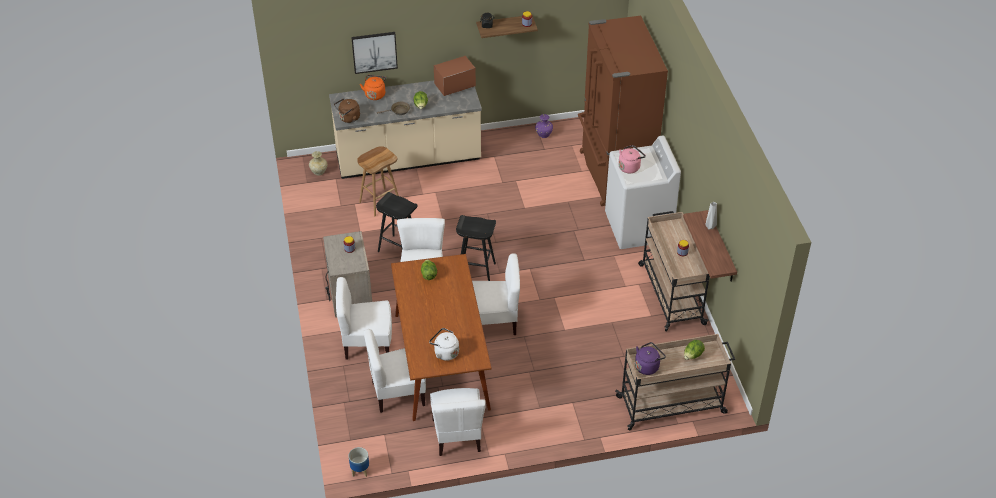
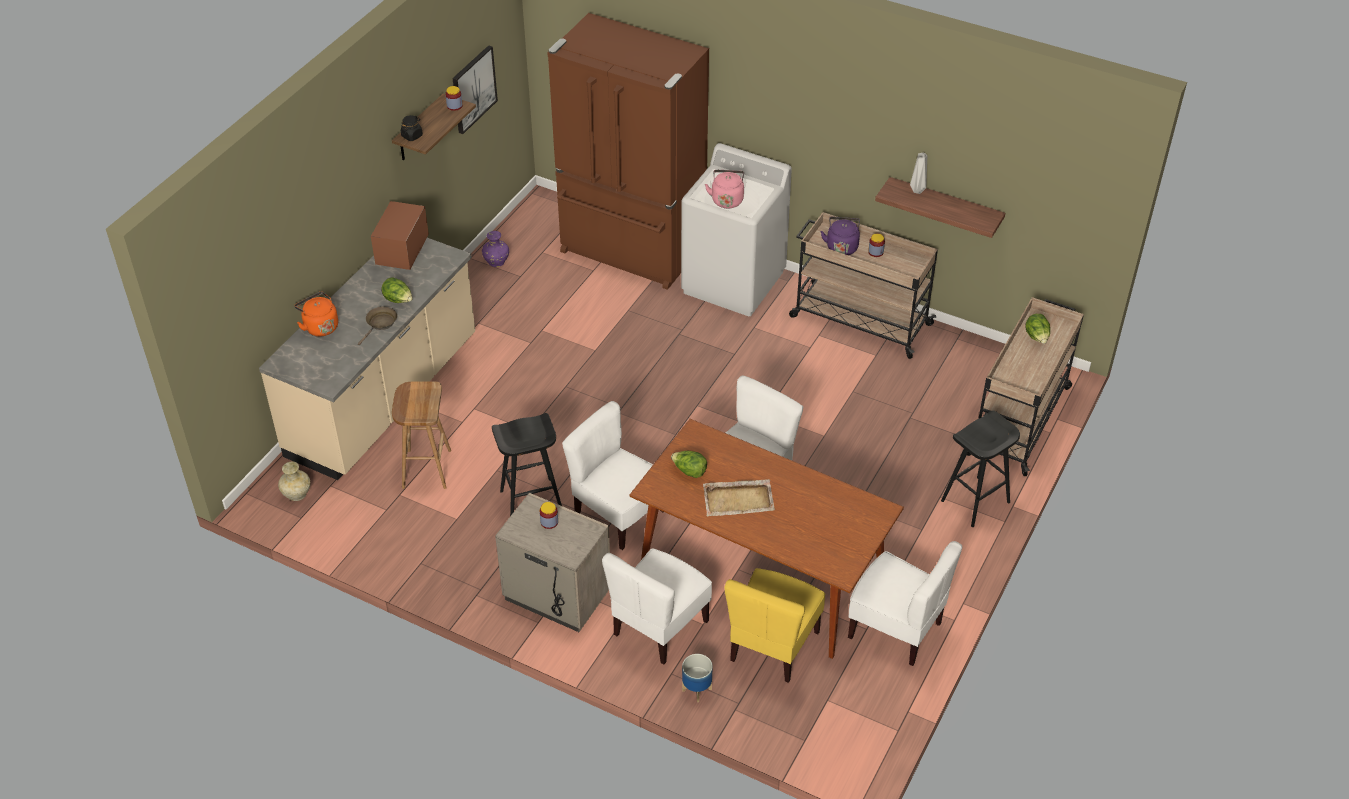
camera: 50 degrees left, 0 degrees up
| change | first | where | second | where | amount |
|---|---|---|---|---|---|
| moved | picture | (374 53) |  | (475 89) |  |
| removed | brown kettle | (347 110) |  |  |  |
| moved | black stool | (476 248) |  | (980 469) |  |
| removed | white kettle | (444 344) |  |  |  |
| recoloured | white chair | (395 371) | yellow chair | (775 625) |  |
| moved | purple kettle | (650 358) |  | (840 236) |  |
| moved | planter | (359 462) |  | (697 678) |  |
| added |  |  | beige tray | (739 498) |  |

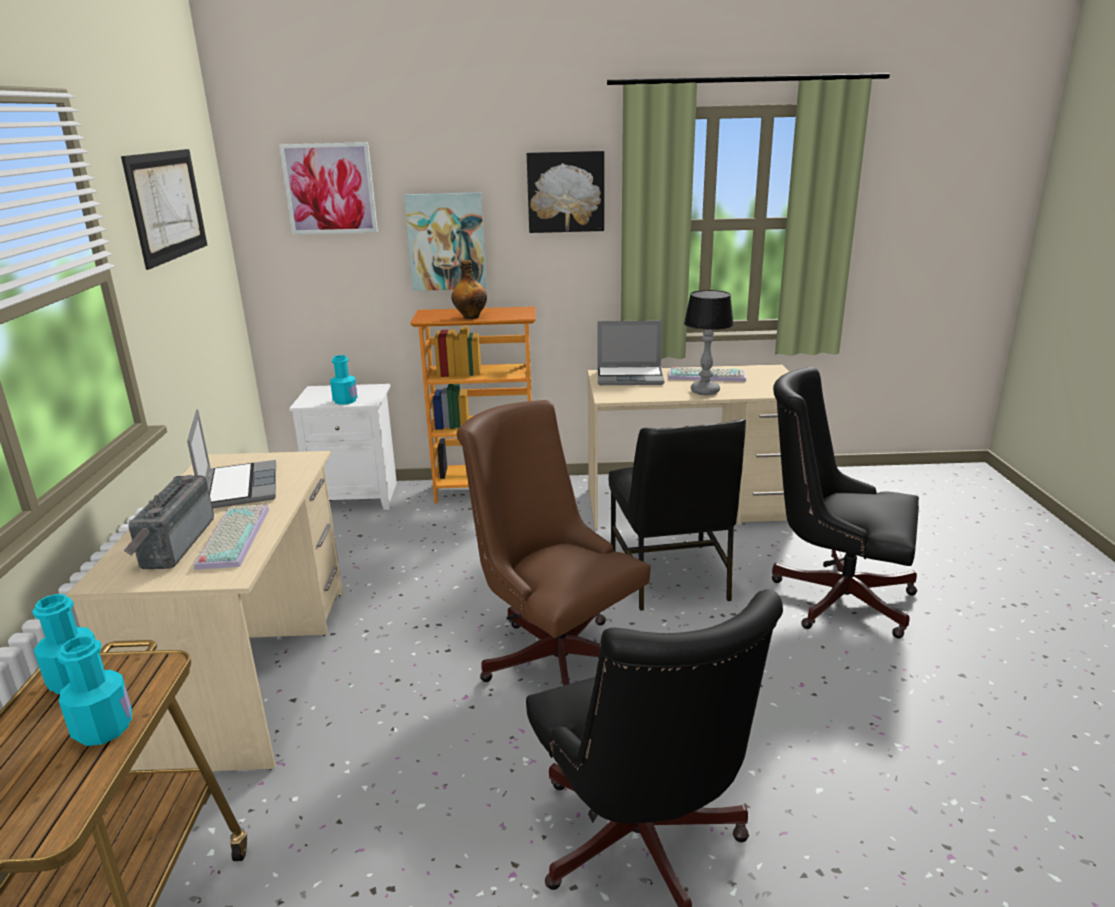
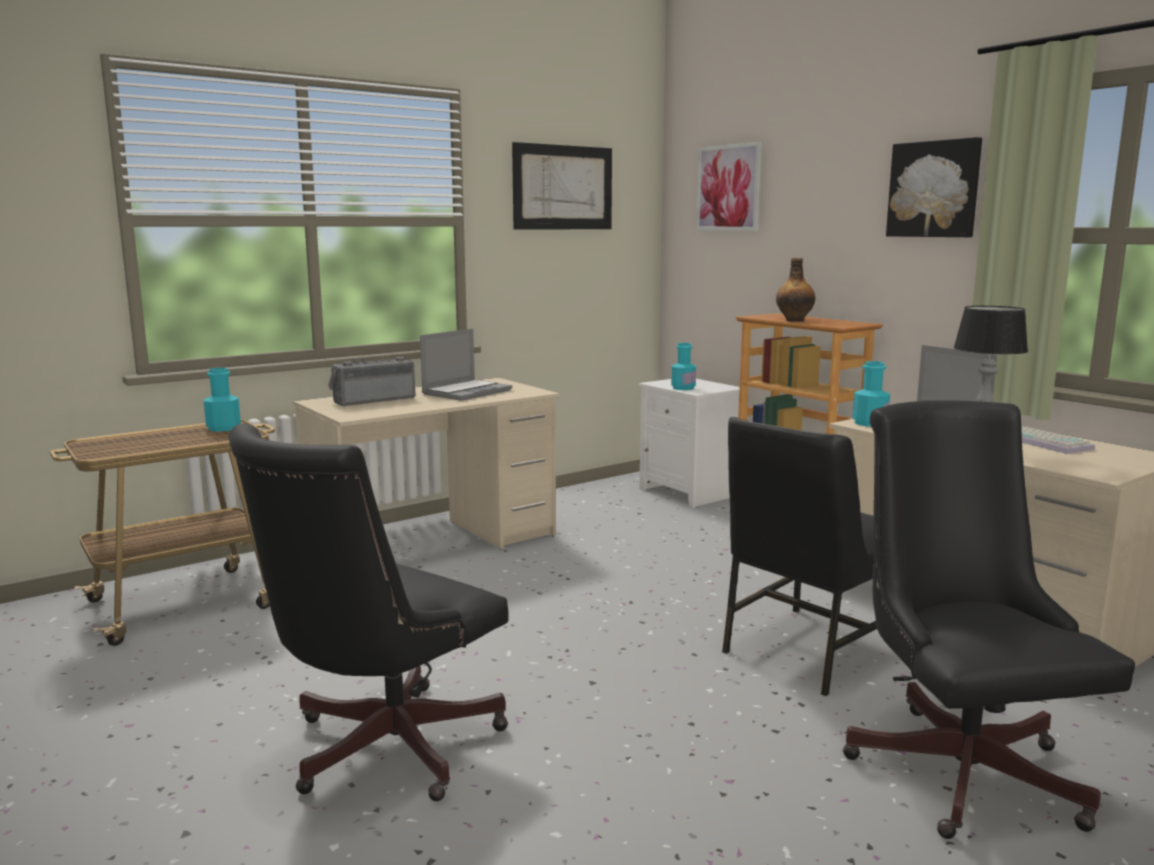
camera: 55 degrees right, 10 degrees down
| change | first | where | second | where | amount |
|---|---|---|---|---|---|
| removed | picture | (445 241) |  |  |  |
| removed | brown office chair | (553 543) |  |  |  |
| removed | keyboard | (231 537) |  |  |  |
| moved | turquoise bottle | (94 691) |  | (871 394) |  |

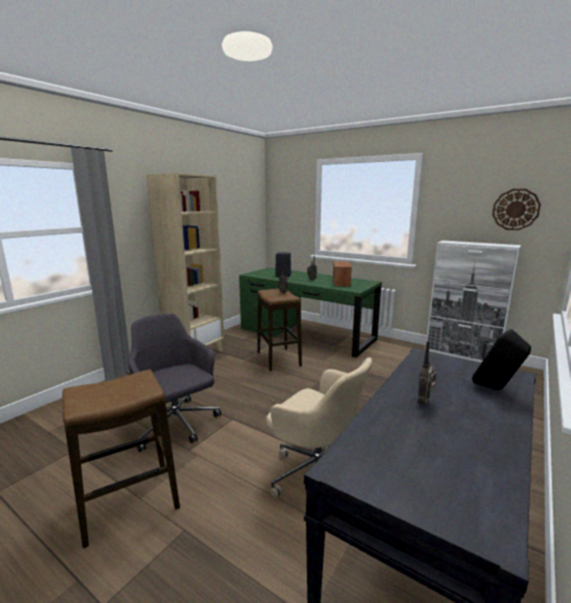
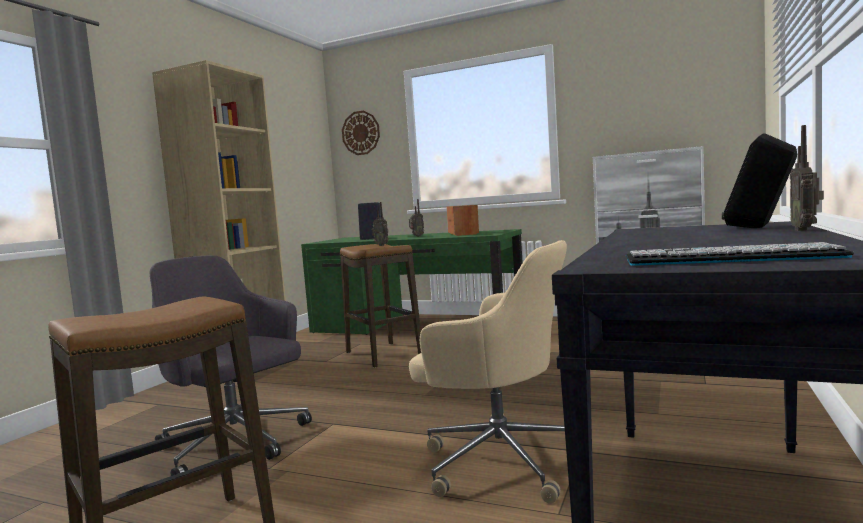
camera: 10 degrees left, 10 degrees down
| change | first | where | second | where | amount |
|---|---|---|---|---|---|
| moved | wall clock | (516 209) |  | (361 132) |  |
| moved | radio | (427 372) |  | (807 178) |  |
| added |  |  | keyboard | (740 254) |  |

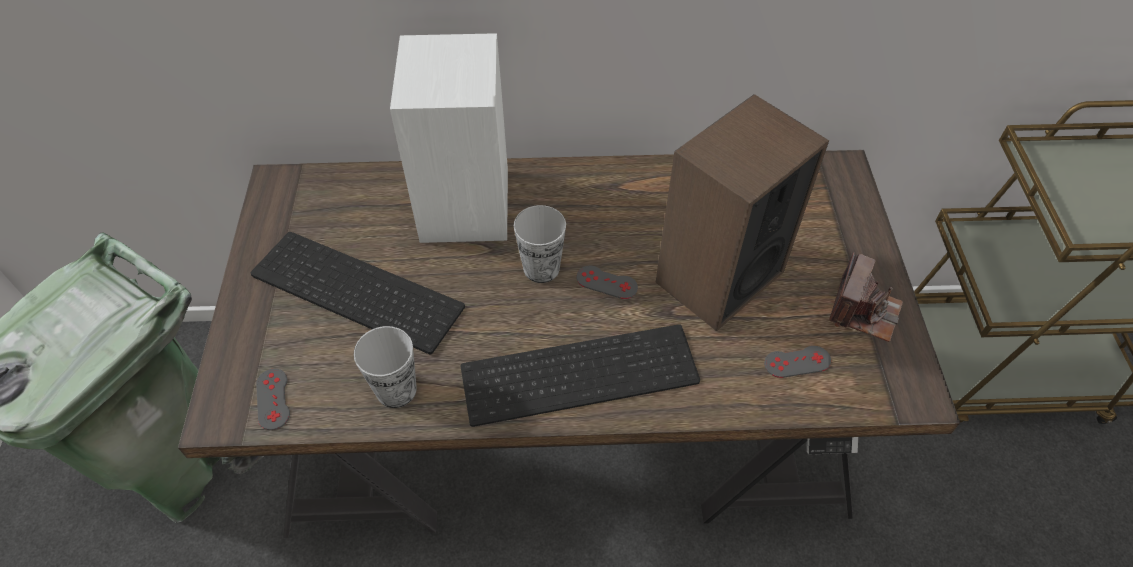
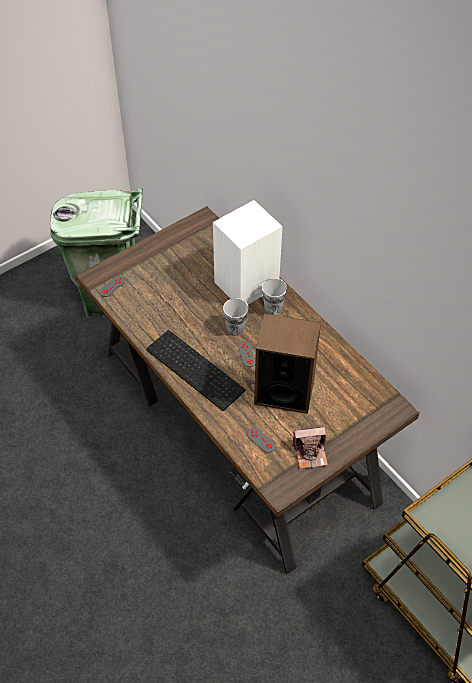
camera: 55 degrees right, 0 degrees up
| change | first | where | second | where | amount |
|---|---|---|---|---|---|
| removed | keyboard | (357 293) |  |  |  |
| moved | cup | (385 367) |  | (274 296) |  |

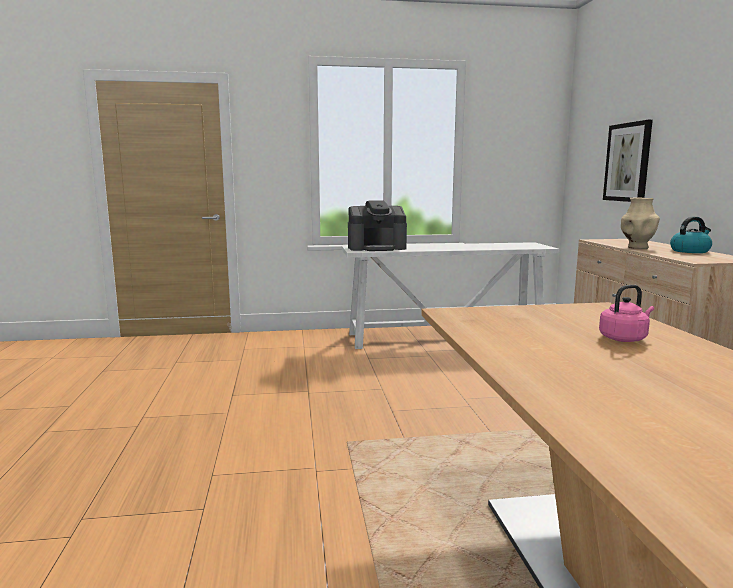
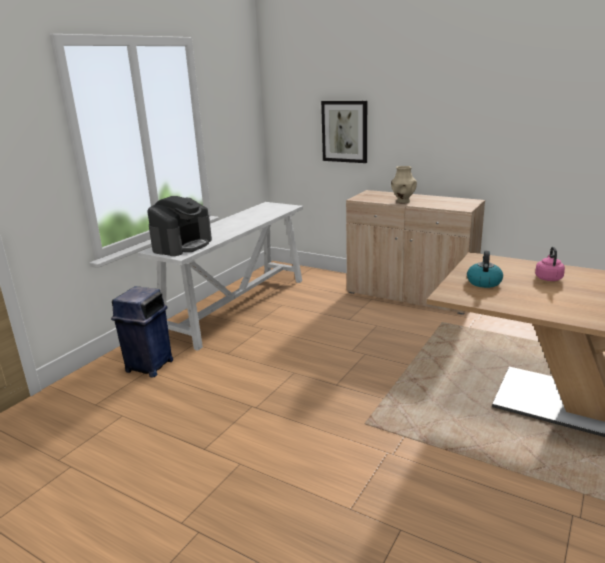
camera: 50 degrees left, 10 degrees up
| change | first | where | second | where | amount |
|---|---|---|---|---|---|
| moved | kettle | (691 235) |  | (485 269) |  |
| added |  |  | blue trash can | (142 331) |  |

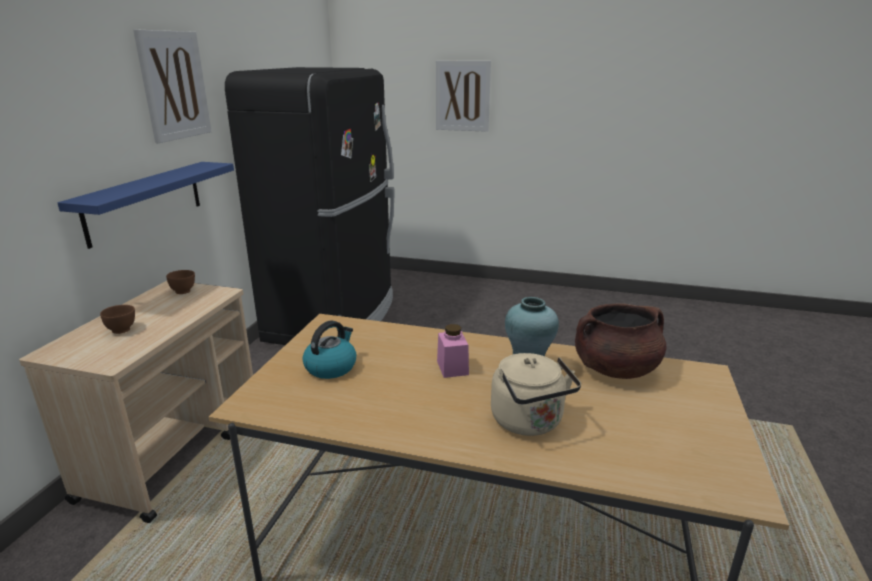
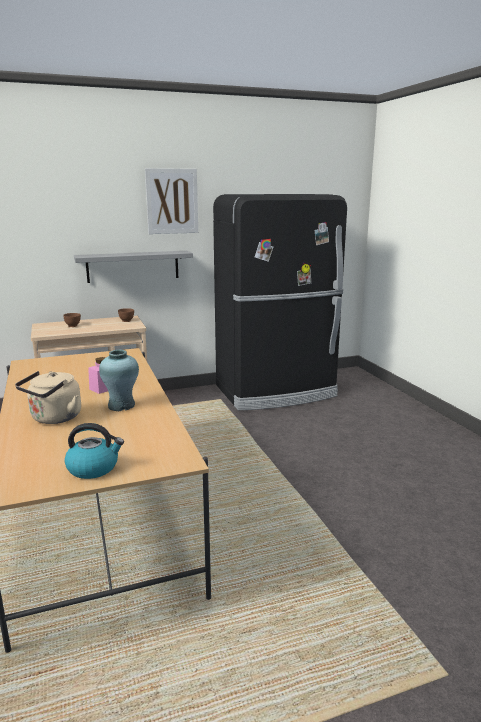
camera: 55 degrees right, 5 degrees down
| change | first | where | second | where | amount |
|---|---|---|---|---|---|
| removed | picture | (463 96) |  |  |  |
| recoloured | blue shelf | (145 205) | grey shelf | (133 267) |  |
| removed | brown cooking pot | (620 341) |  |  |  |
| moved | kettle | (329 350) |  | (94 451) |  |

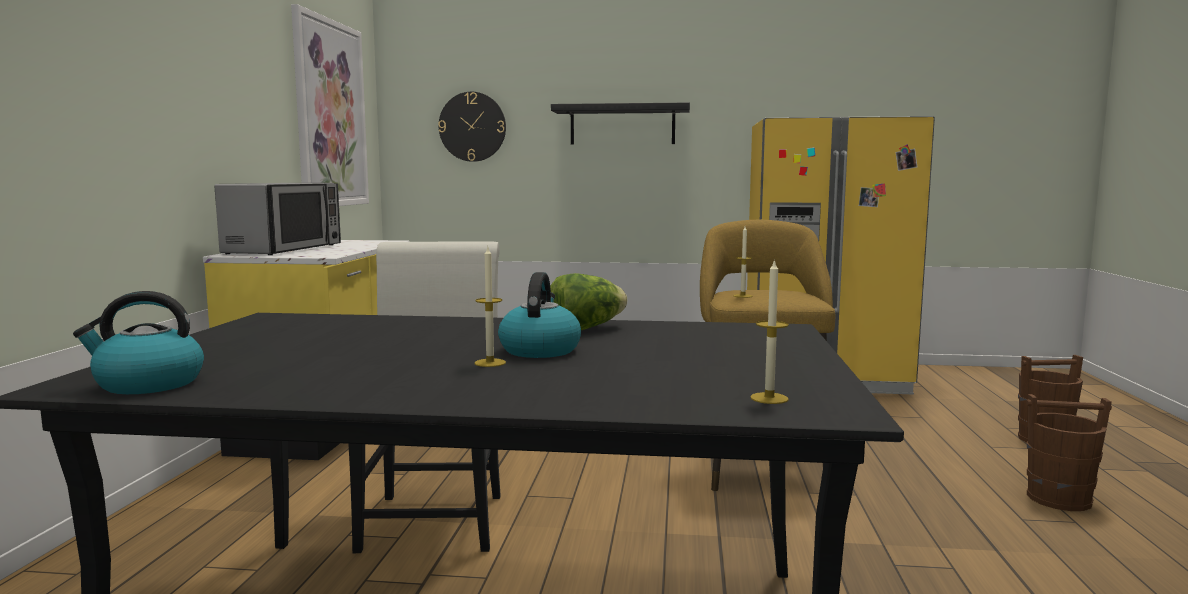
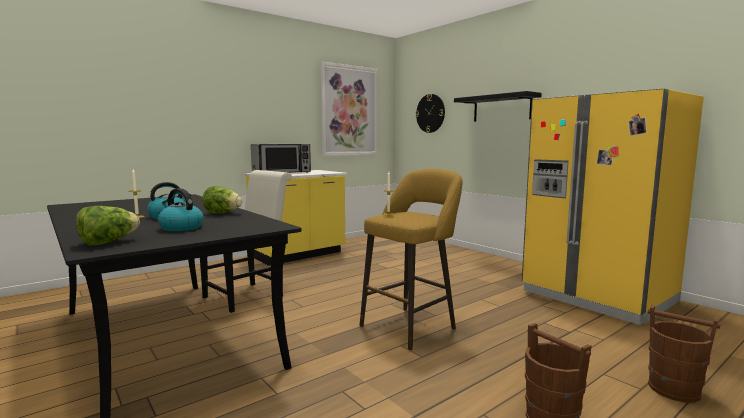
camera: 45 degrees right, 0 degrees up
| change | first | where | second | where | amount |
|---|---|---|---|---|---|
| replaced | candle | (769 331) | lettuce | (108 226) |  |
| moved | kettle | (138 342) |  | (180 209) |  |

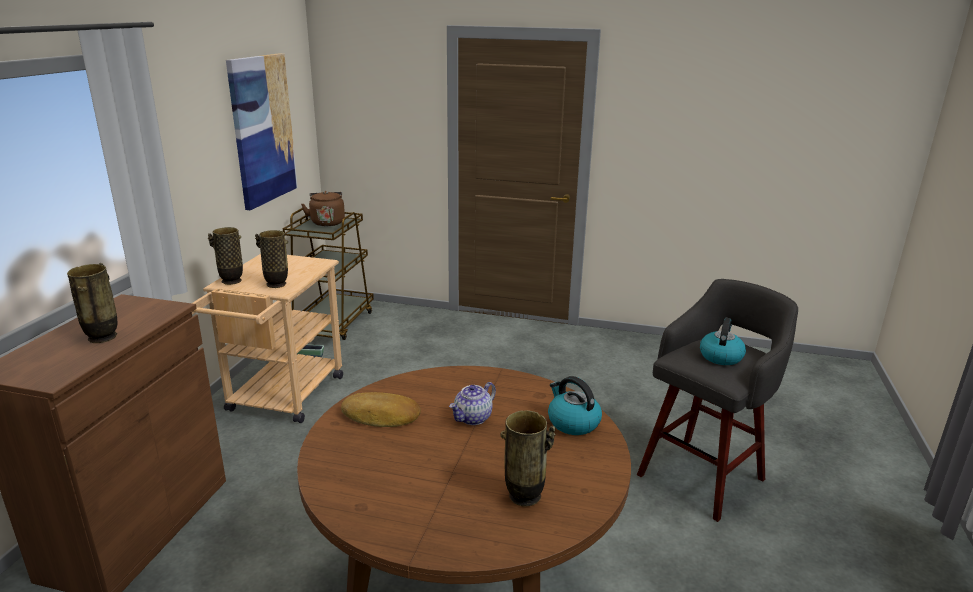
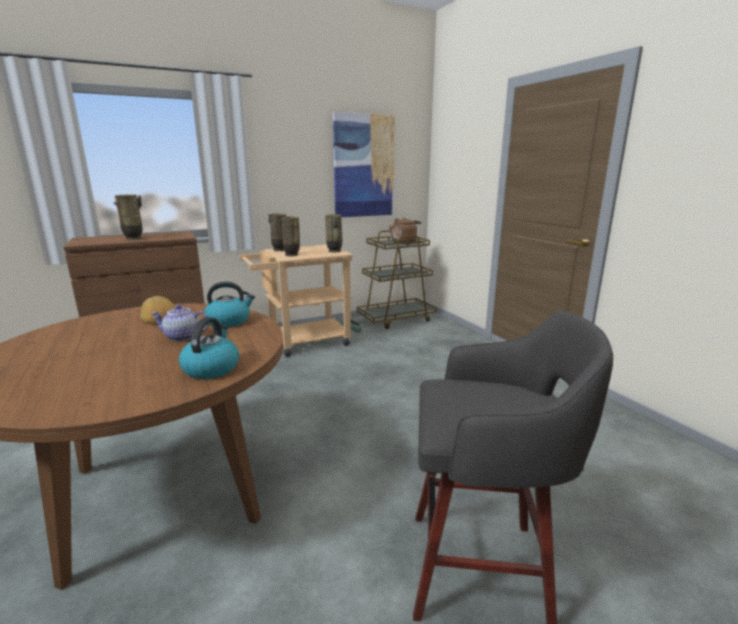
camera: 50 degrees right, 5 degrees down
| change | first | where | second | where | amount |
|---|---|---|---|---|---|
| moved | kettle | (723 341) |  | (229 304) |  |
| moved | vase | (528 459) |  | (333 233) |  |

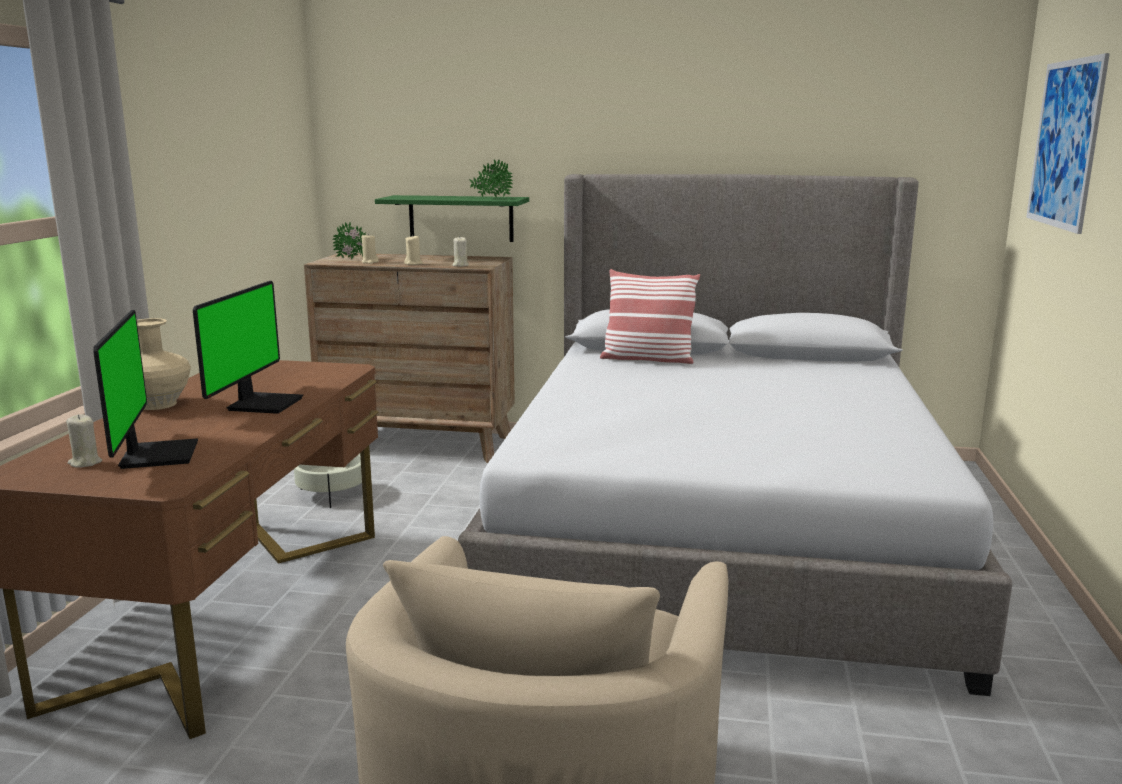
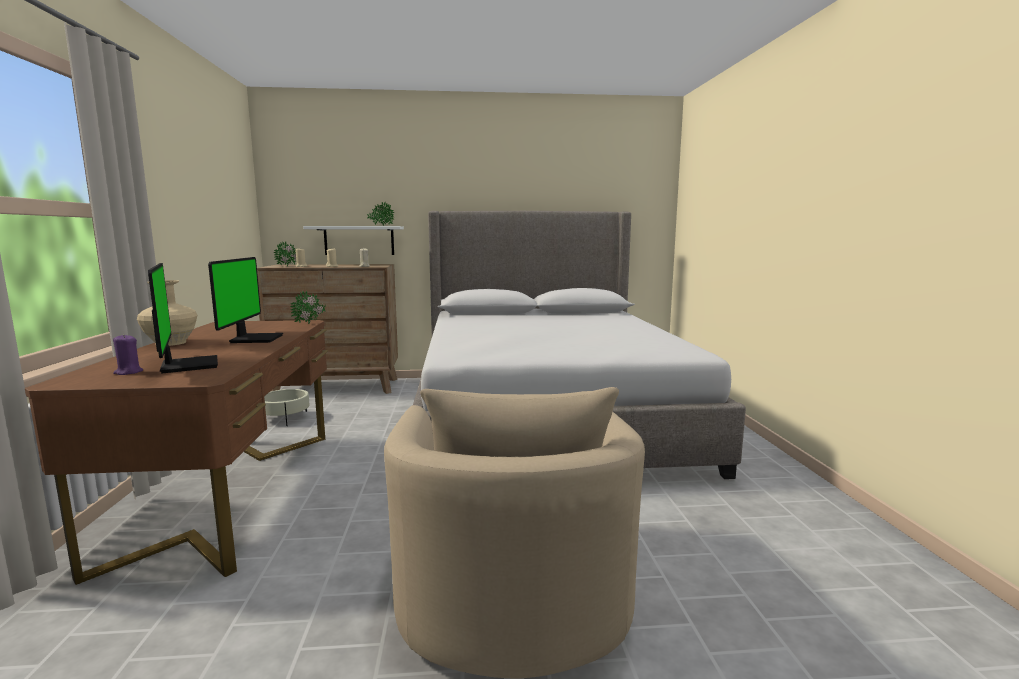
camera: 15 degrees left, 5 degrees down
| change | first | where | second | where | amount |
|---|---|---|---|---|---|
| removed | picture | (1068 143) |  |  |  |
| recoloured | green shelf | (452 218) | white shelf | (353 240) |  |
| removed | pillow | (650 316) |  |  |  |
| recoloured | beige candle | (84 441) | purple candle | (128 354) |  |
| added |  |  | potted plant | (308 307) |  |

